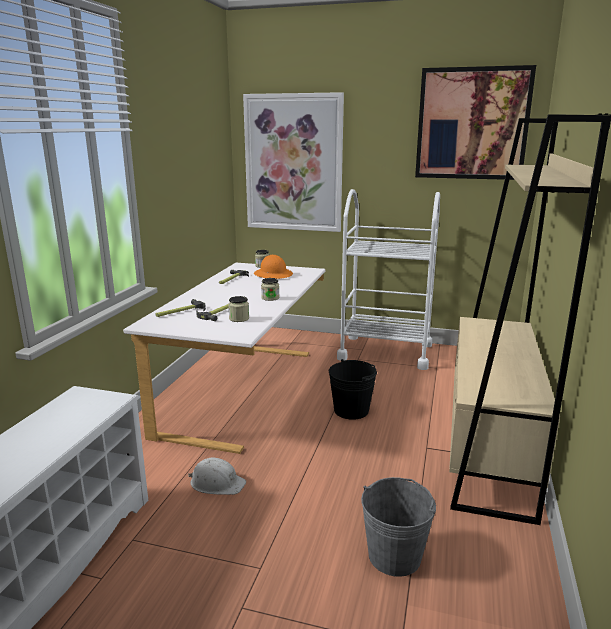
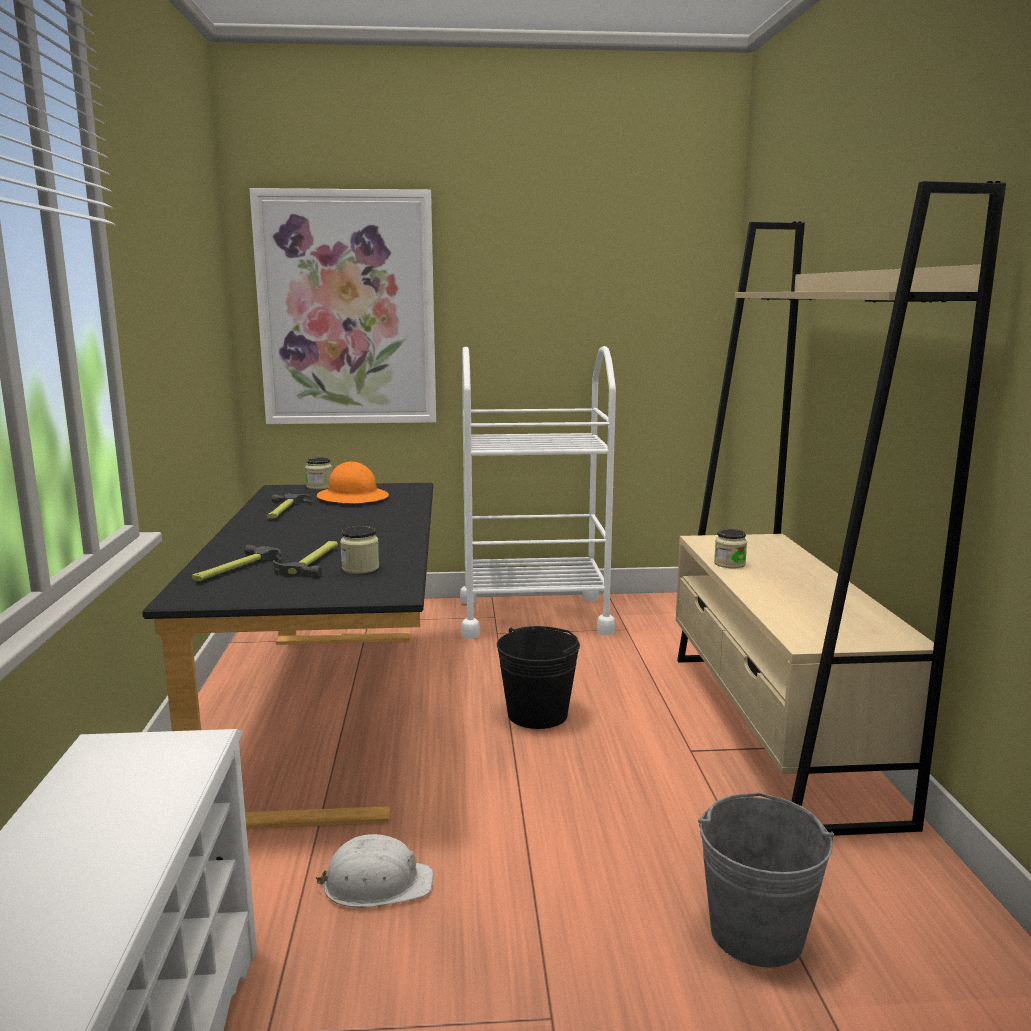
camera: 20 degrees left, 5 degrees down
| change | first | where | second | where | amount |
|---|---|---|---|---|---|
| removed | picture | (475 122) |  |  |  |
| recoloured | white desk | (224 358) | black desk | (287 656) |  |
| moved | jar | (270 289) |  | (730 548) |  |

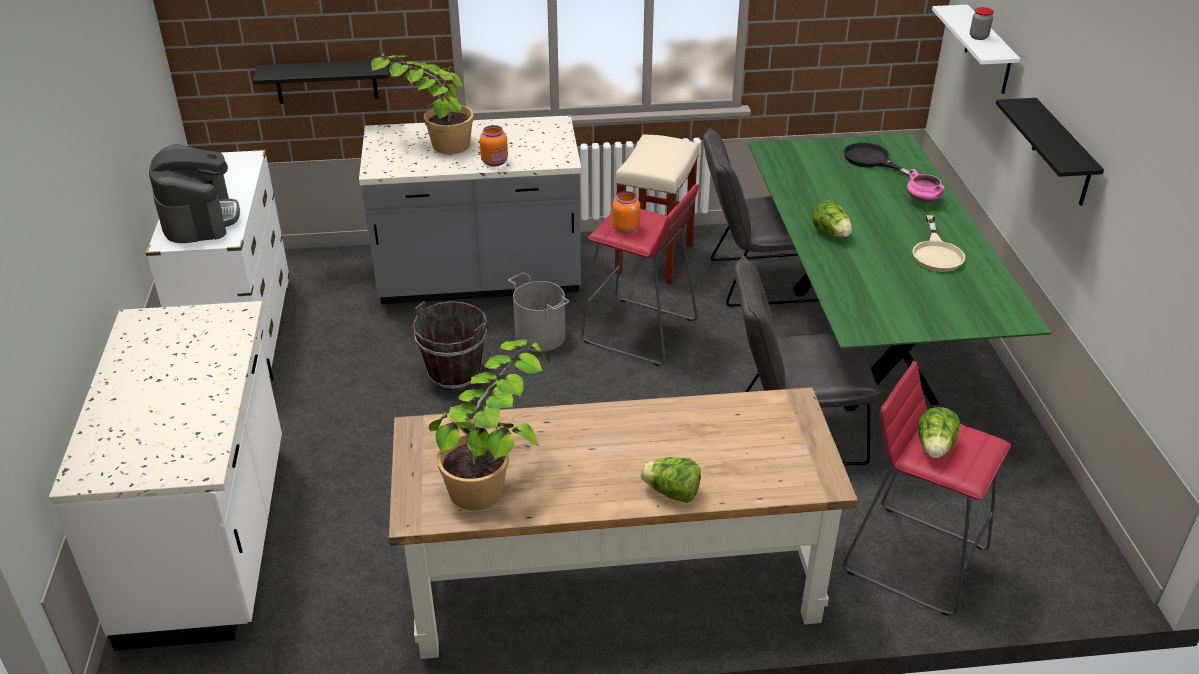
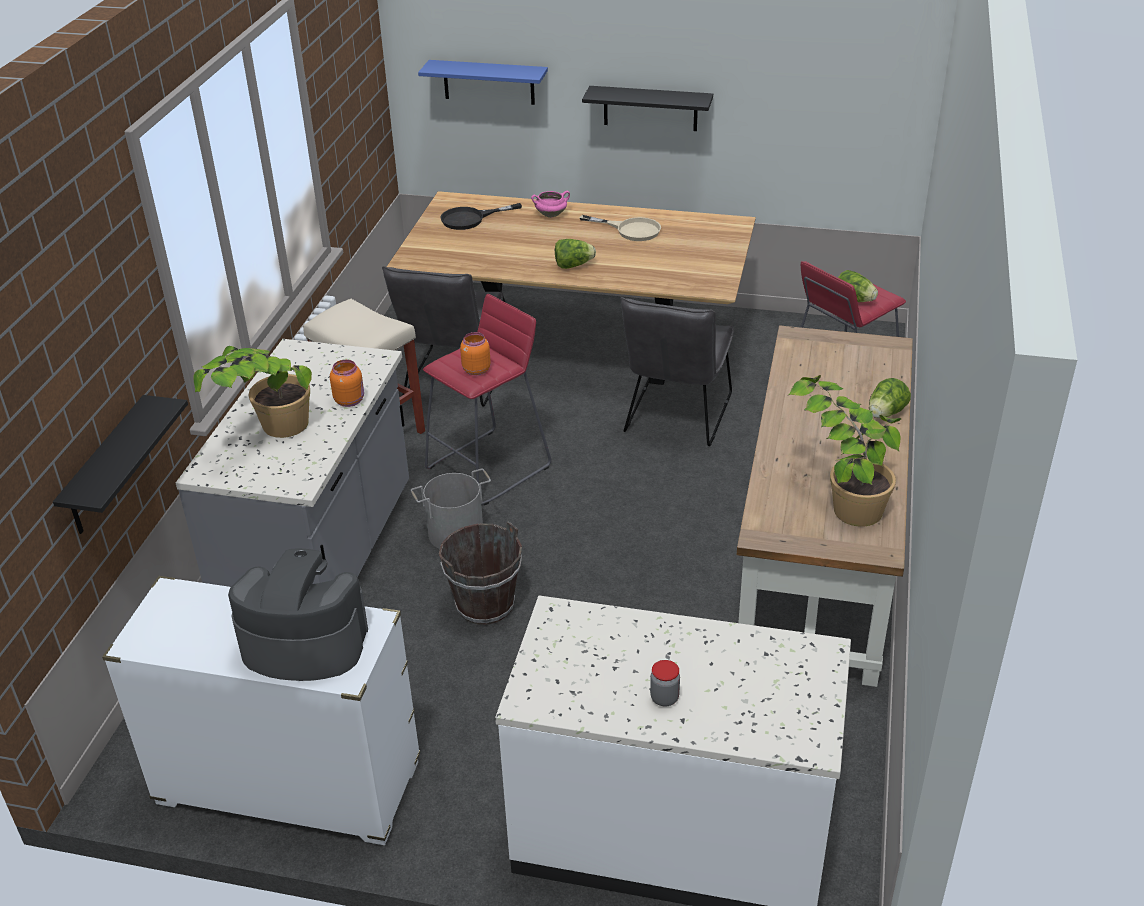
camera: 70 degrees left, 0 degrees up
| change | first | where | second | where | amount |
|---|---|---|---|---|---|
| recoloured | white shelf | (976 49) | blue shelf | (483 82) |  |
| moved | jar | (982 23) |  | (665 683) |  |
| recoloured | green dining table | (900 272) | brown dining table | (571 288) |  |

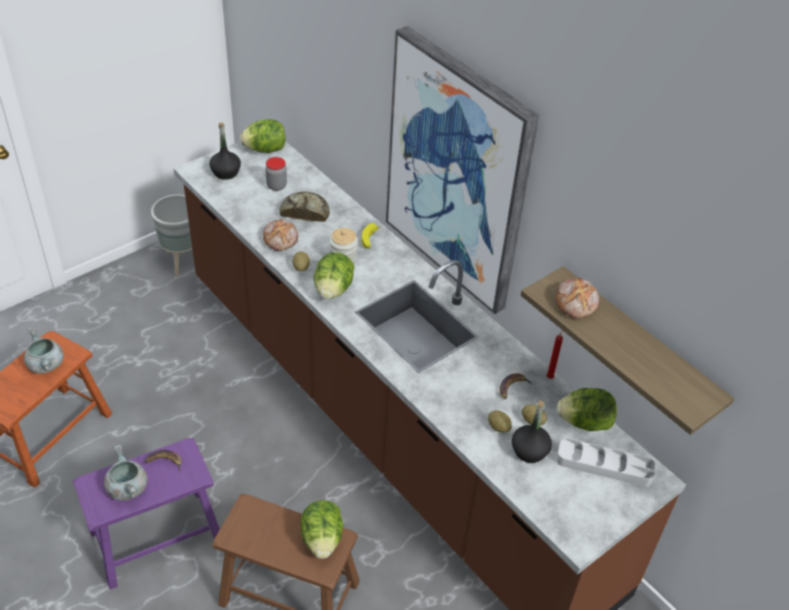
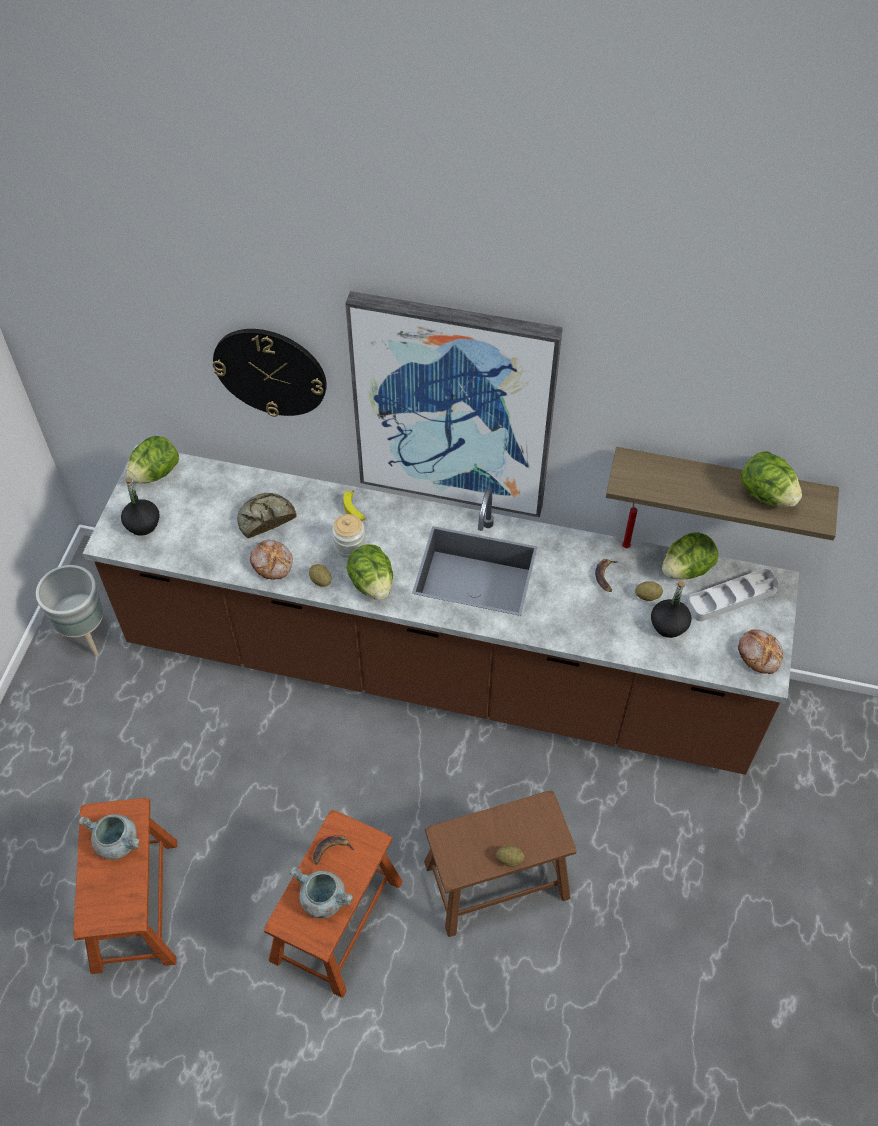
camera: 35 degrees left, 10 degrees up
| change | first | where | second | where | amount |
|---|---|---|---|---|---|
| removed | jar | (276 174) |  |  |  |
| moved | bread | (577 298) |  | (761 651) |  |
| moved | potato | (500 421) |  | (510 856) |  |
| recoloured | purple stool | (146 513) | brown stool | (333 904) |  |
| moved | lettuce | (322 529) |  | (771 479) |  |
| added |  |  | wall clock | (270 373) |  |

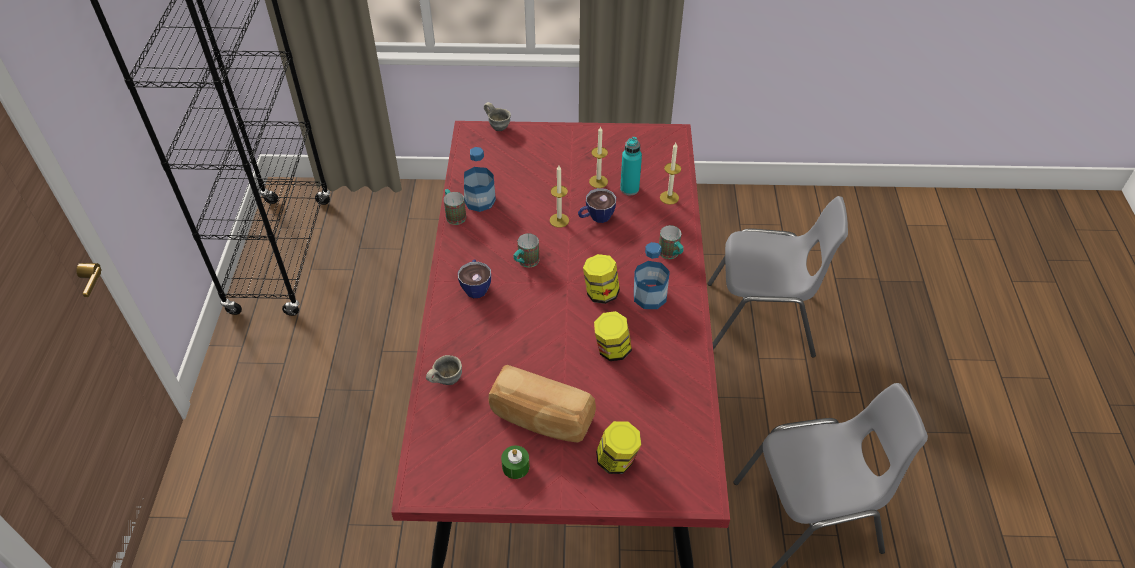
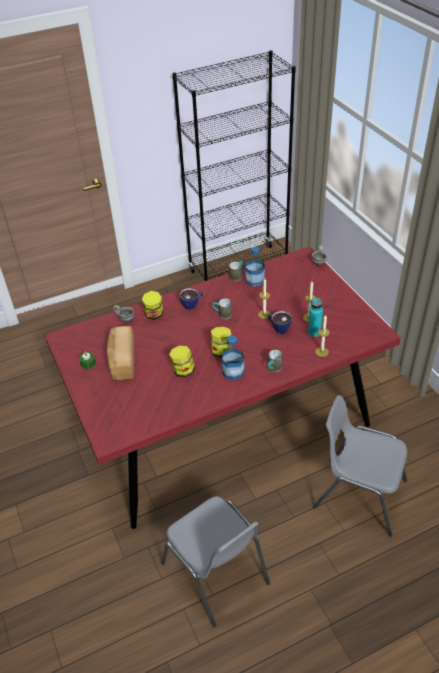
camera: 65 degrees right, 5 degrees down
| change | first | where | second | where | amount |
|---|---|---|---|---|---|
| turned | grey chair | (777 276) |  | (360 466) | 135 degrees clockwise |
| moved | jar | (618 447) |  | (152 305) |  |

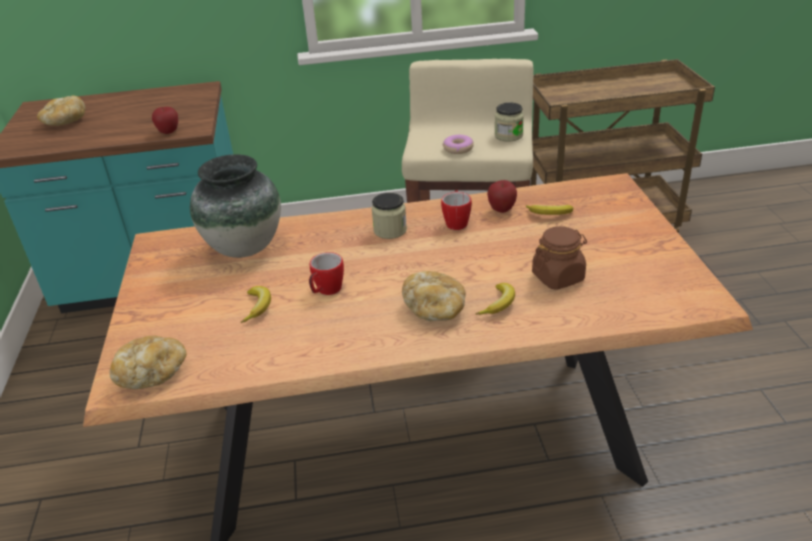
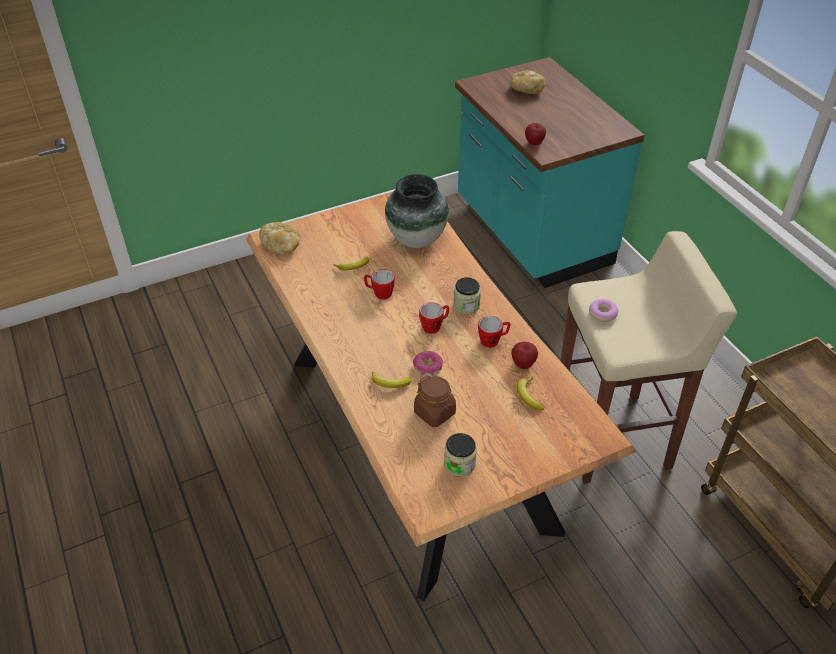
camera: 70 degrees right, 10 degrees up
| change | first | where | second | where | amount |
|---|---|---|---|---|---|
| moved | jar | (509 122) |  | (460 455) |  |
| removed | bread | (434 296) |  |  |  |
| added |  |  | mug | (434 318) |  |
| added |  |  | donut | (428 363) |  |

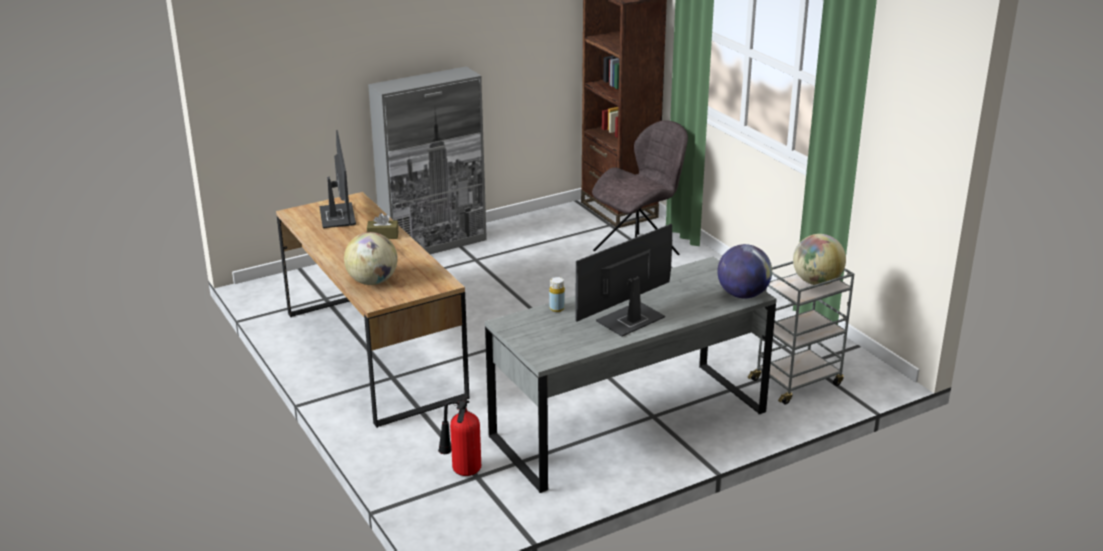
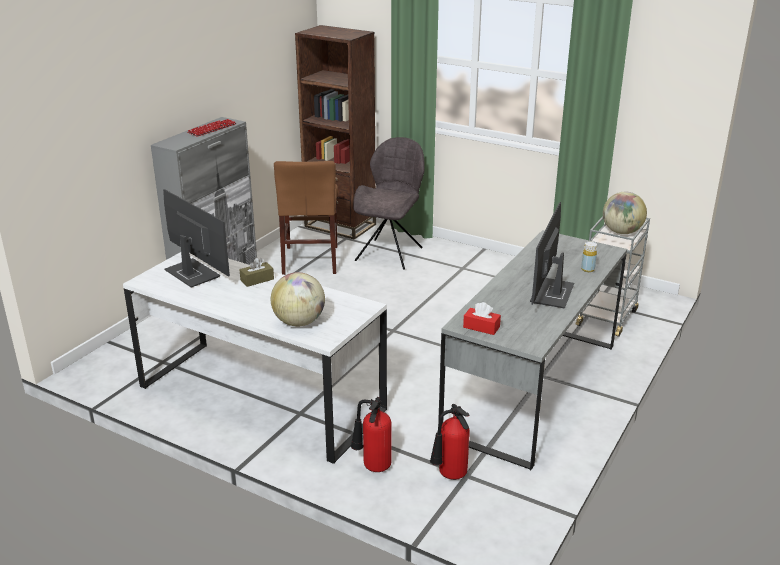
camera: 30 degrees left, 0 degrees up
| change | first | where | second | where | amount |
|---|---|---|---|---|---|
| recoloured | brown desk | (373 310) | white desk | (255 358) |  |
| removed | globe | (744 271) |  |  |  |
| moved | yellow bottle | (557 294) |  | (589 256) |  |
| added |  |  | keyboard | (212 128) |  |
| added |  |  | brown chair | (306 218) |  |
| added |  |  | red tissue box | (482 318) |  |
| added |  |  | fire extinguisher | (371 434) |  |

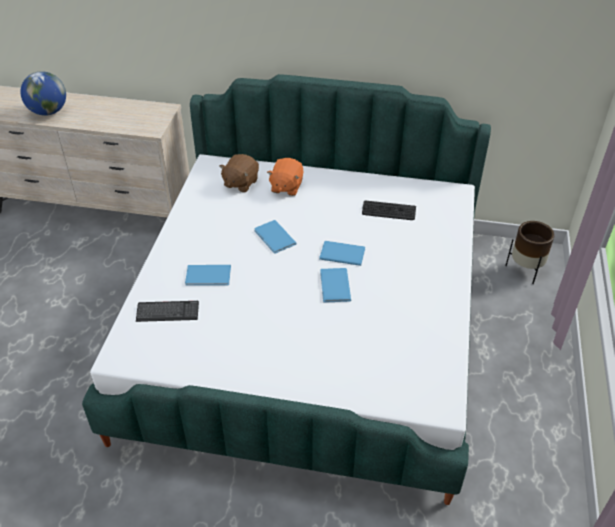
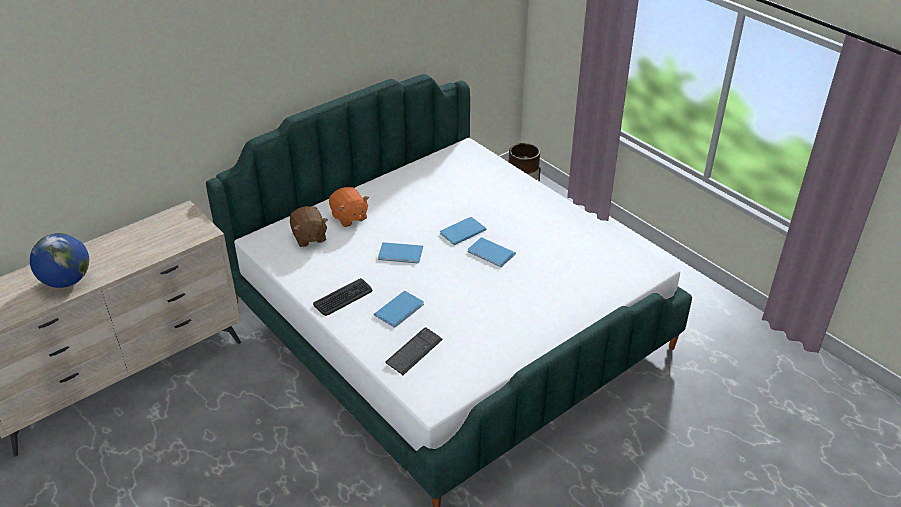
camera: 50 degrees left, 5 degrees down
| change | first | where | second | where | amount |
|---|---|---|---|---|---|
| moved | keyboard | (389 210) |  | (343 297) |  |

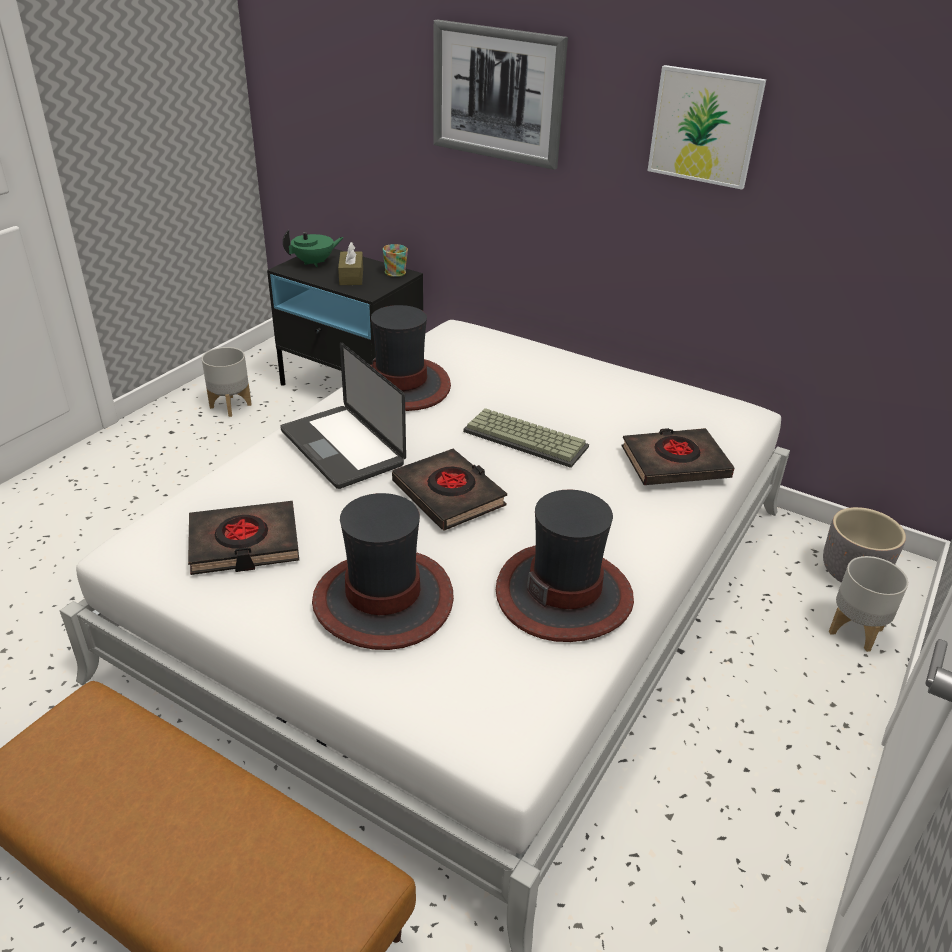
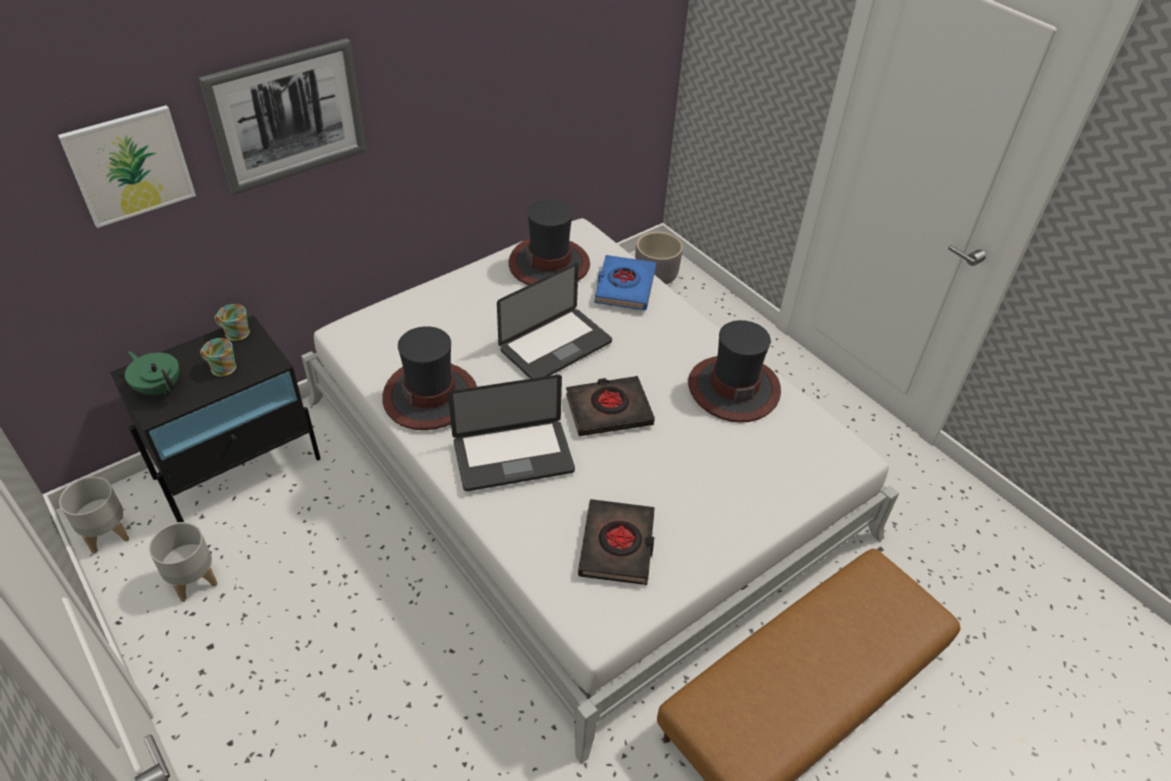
camera: 70 degrees left, 10 degrees up
| change | first | where | second | where | amount |
|---|---|---|---|---|---|
| moved | picture | (706 127) |  | (127 166) |  |
| turned | green teapot | (313 248) |  | (152 373) | 45 degrees counterclockwise |
| replaced | brown tissue box | (350 263) | mug | (218 357) |  |
| replaced | keyboard | (526 438) | laptop | (554 321) |  |
| recoloured | black book | (677 456) | blue book | (625 282) |  |
| moved | hat | (383 571) |  | (549 242) |  |
| moved | grey planter | (868 604) |  | (94 515) |  |

